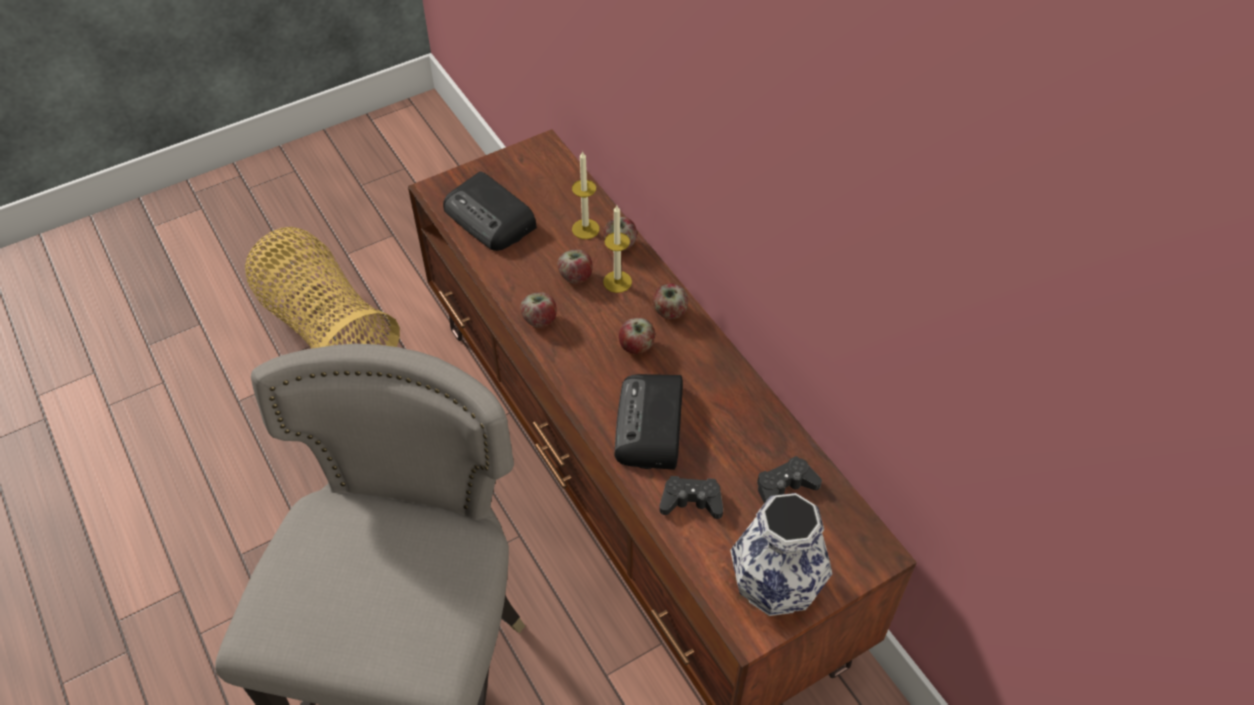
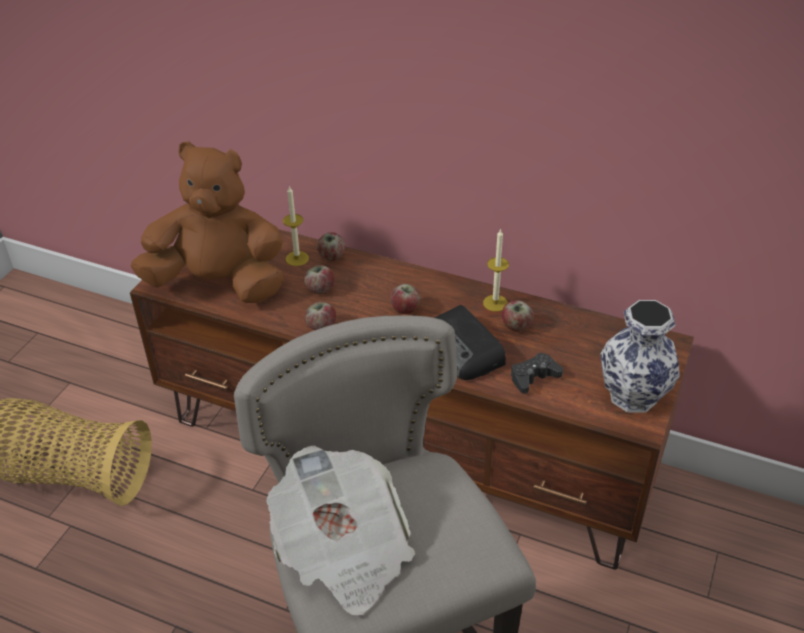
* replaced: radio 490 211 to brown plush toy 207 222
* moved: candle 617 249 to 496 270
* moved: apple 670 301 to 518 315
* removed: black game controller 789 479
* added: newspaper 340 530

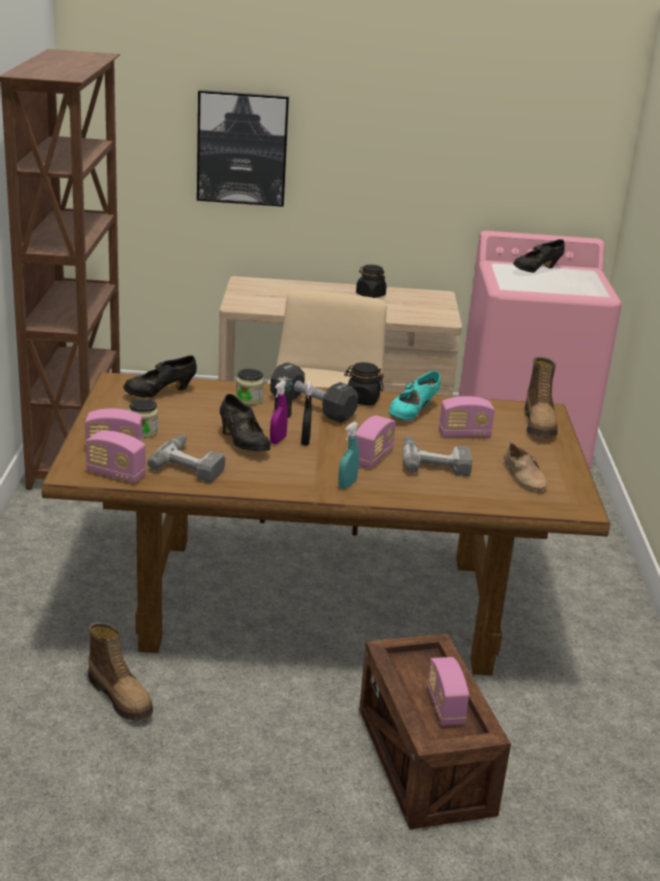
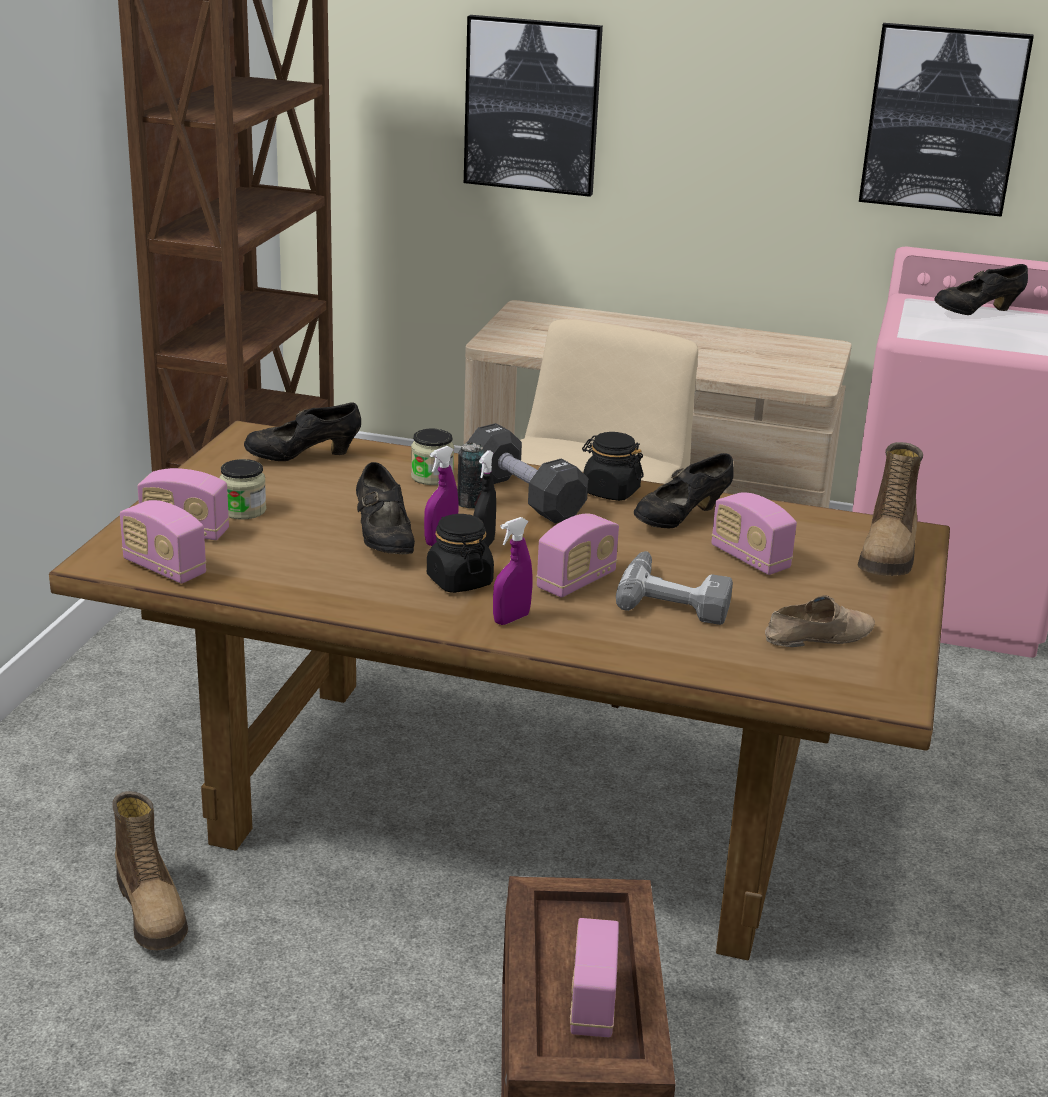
* moved: black jar 371 281 to 460 553
* recoloured: turquoise shoe 414 395 to black shoe 684 490
* turned: radio 467 416 = 754 533 45 degrees clockwise
* recoloured: turquoise spray bottle 348 455 to purple spray bottle 513 571
* removed: power drill 186 459
* turned: beige shoe 525 466 = 820 621 105 degrees counterclockwise
* added: picture 946 120

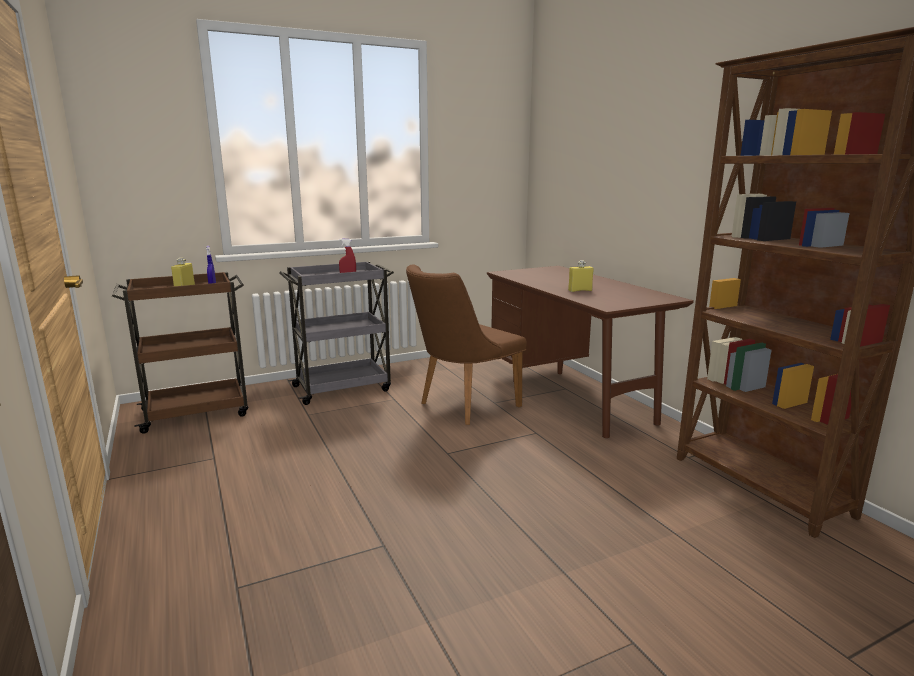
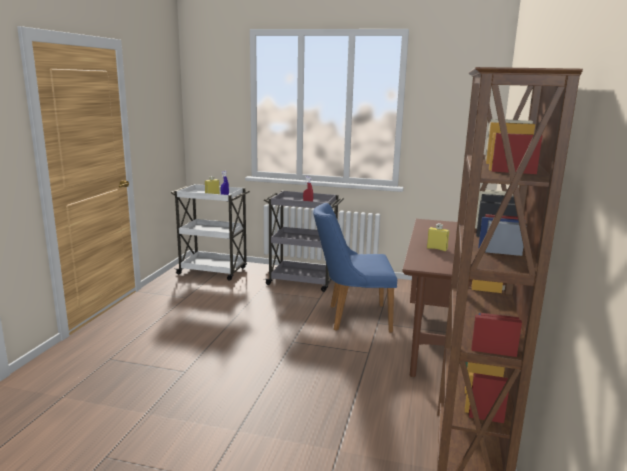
* recoloured: brown chair 466 345 to blue chair 355 267
* recoloured: brown cart 180 353 to white cart 210 232

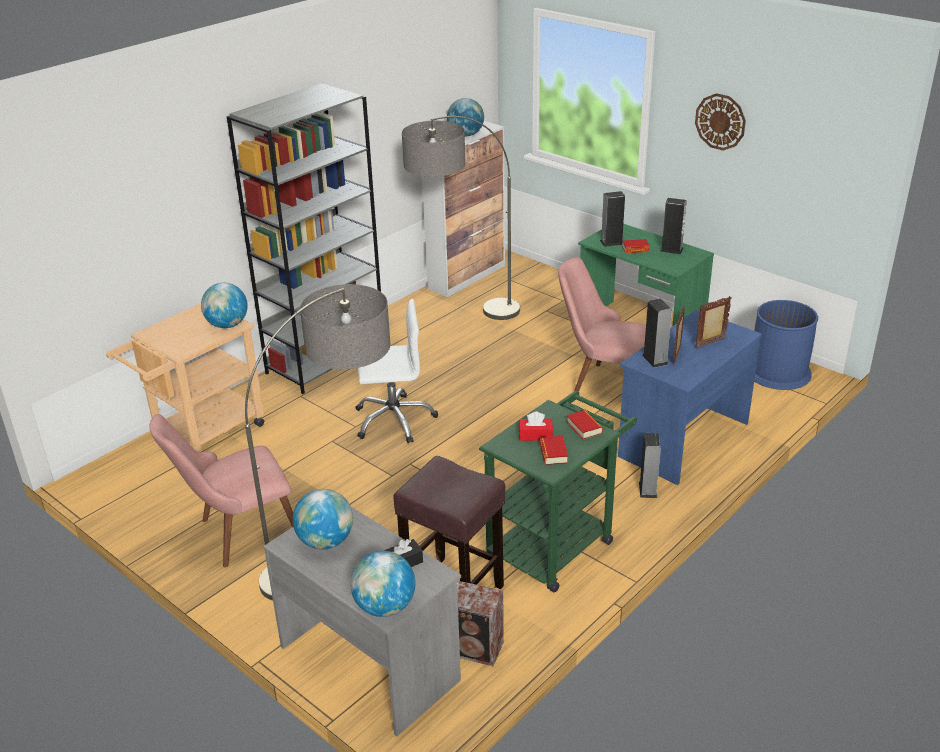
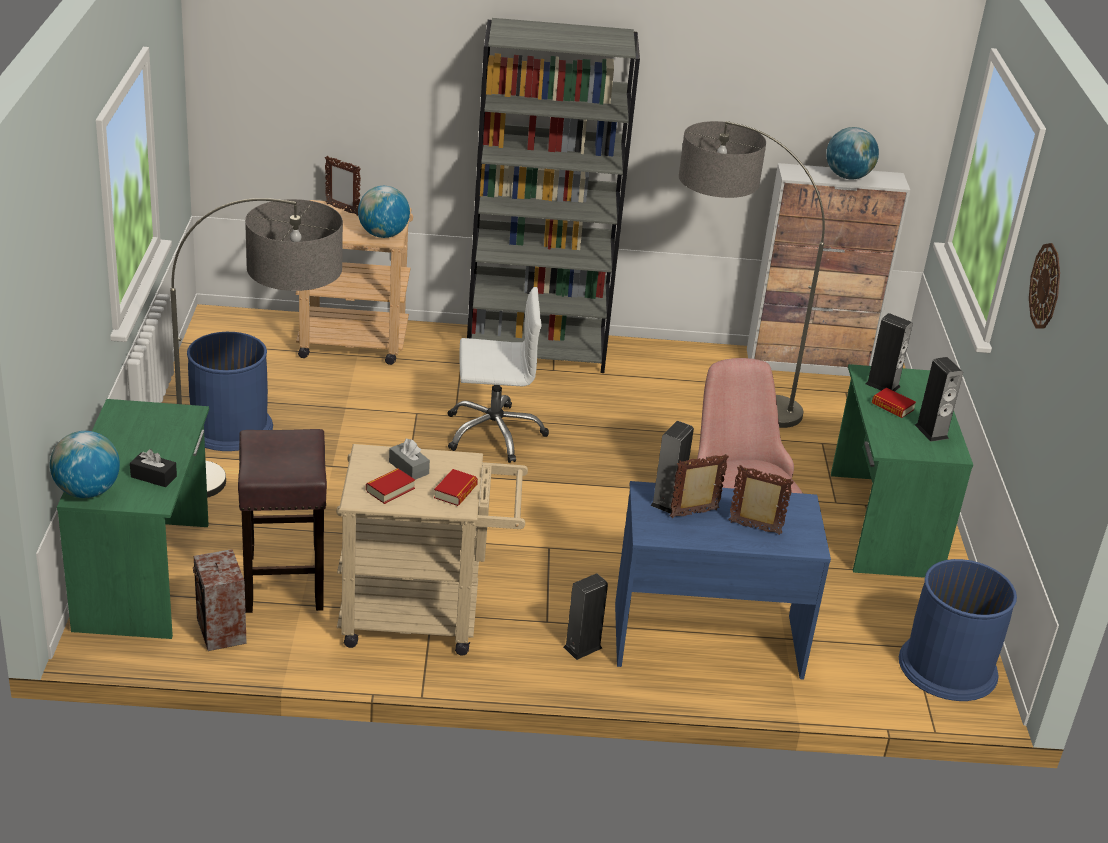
* turned: white office chair 396 371 = 498 375 45 degrees counterclockwise
* recoloured: green cart 558 491 to beige cart 432 550
* recoloured: red tissue box 536 426 to grey tissue box 409 459
* replaced: pink chair 221 490 to blue trash can 230 391
* removed: globe 323 519
* recoloured: grey desk 362 621 to green desk 133 519
* added: picture frame 343 186

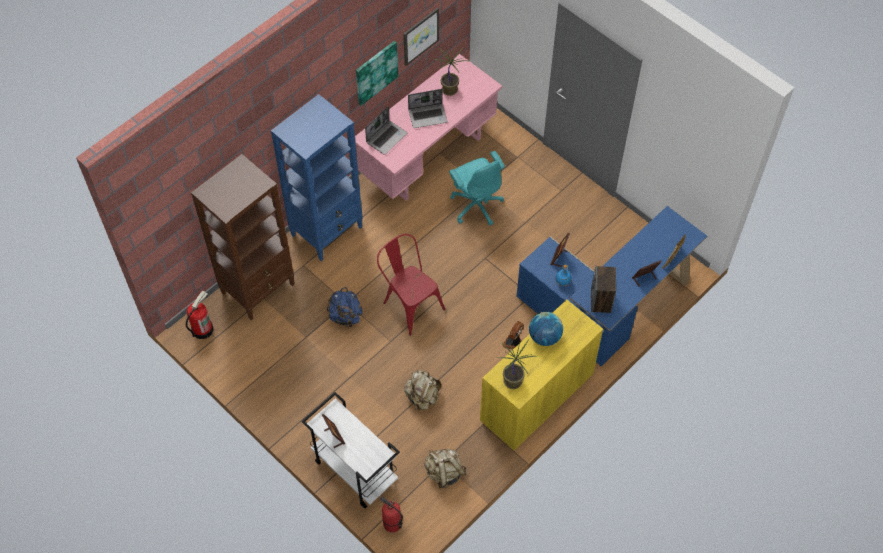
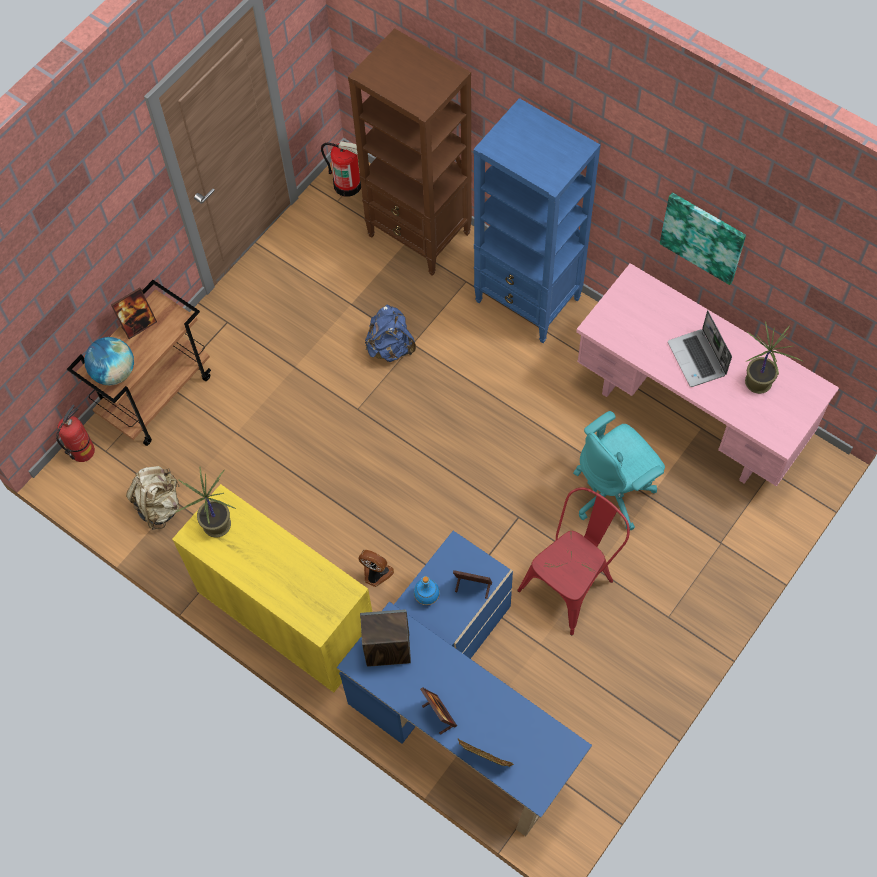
* removed: picture 421 36
* removed: laptop 386 130
* moved: red chair 411 284 to 573 561
* moved: globe 546 329 to 109 361
* removed: beige backpack 422 390
* recoloured: white cart 351 450 to brown cart 139 363

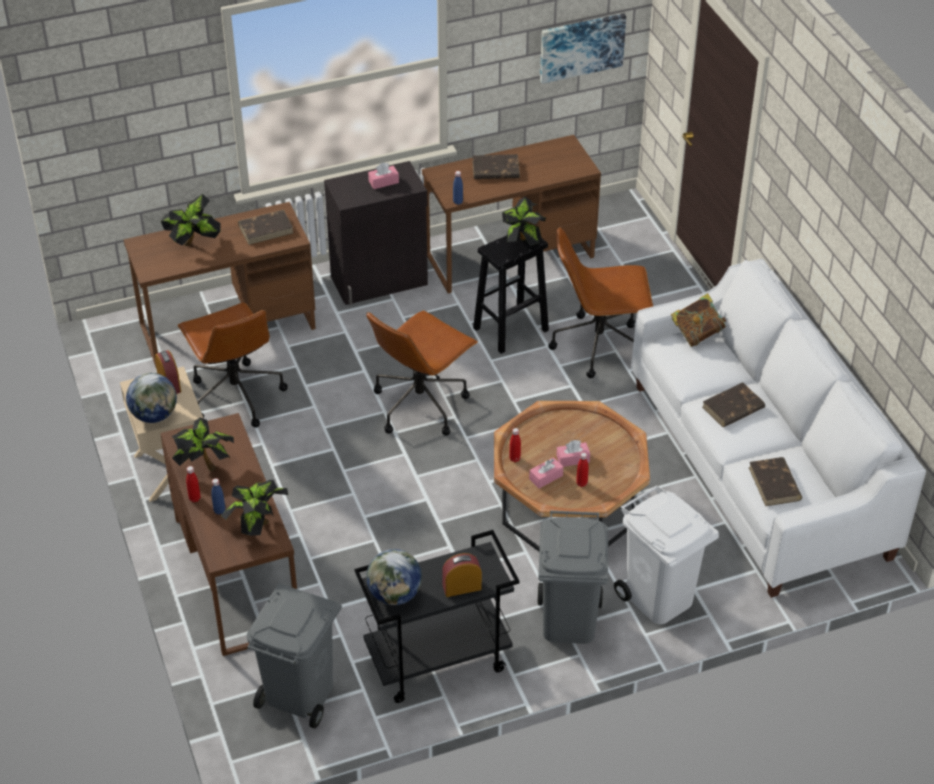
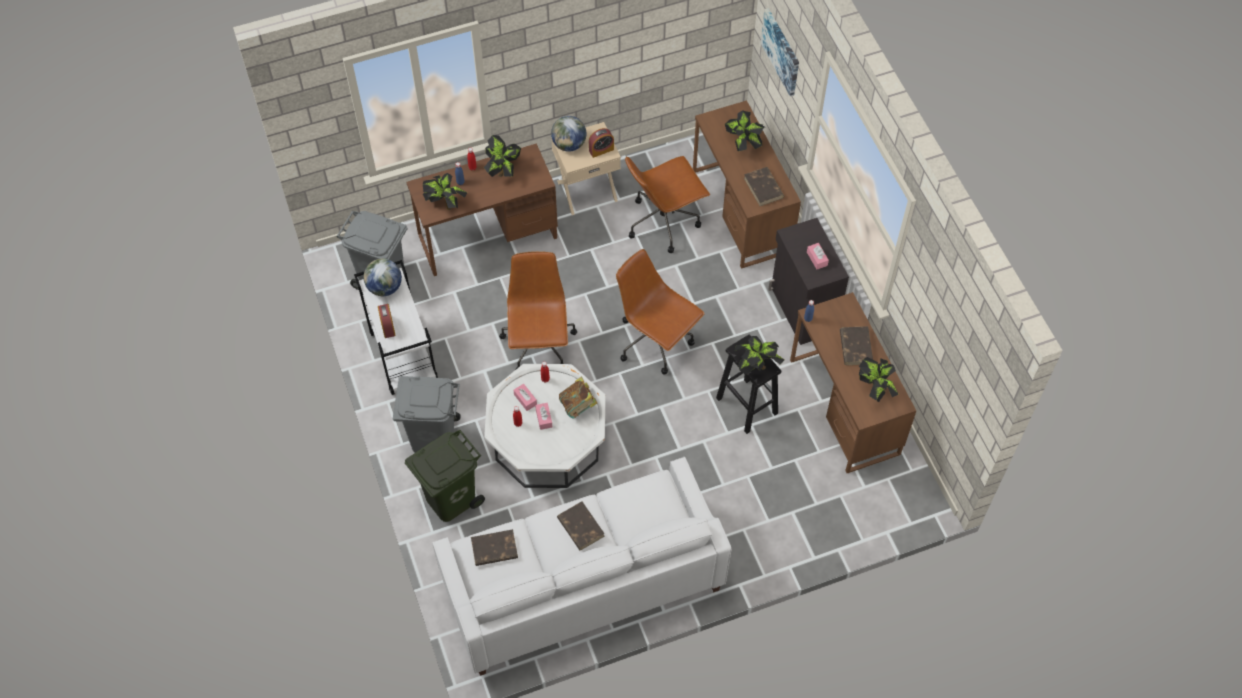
* moved: picture 583 48 to 780 52
* moved: brown office chair 600 302 to 538 310
* moved: book 698 320 to 578 398
* recoloured: brown coffee table 572 476 to white coffee table 545 426
* recoloured: white trash can 666 554 to green trash can 445 476
* recoloured: black cart 437 616 to white cart 396 327
* added: potted plant 879 379

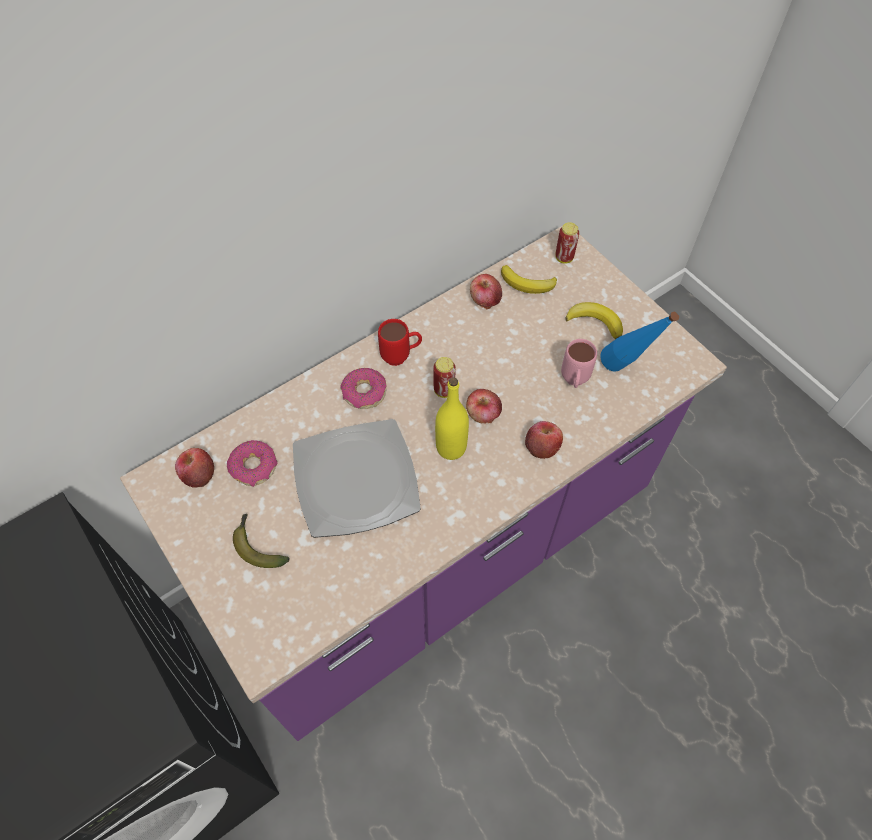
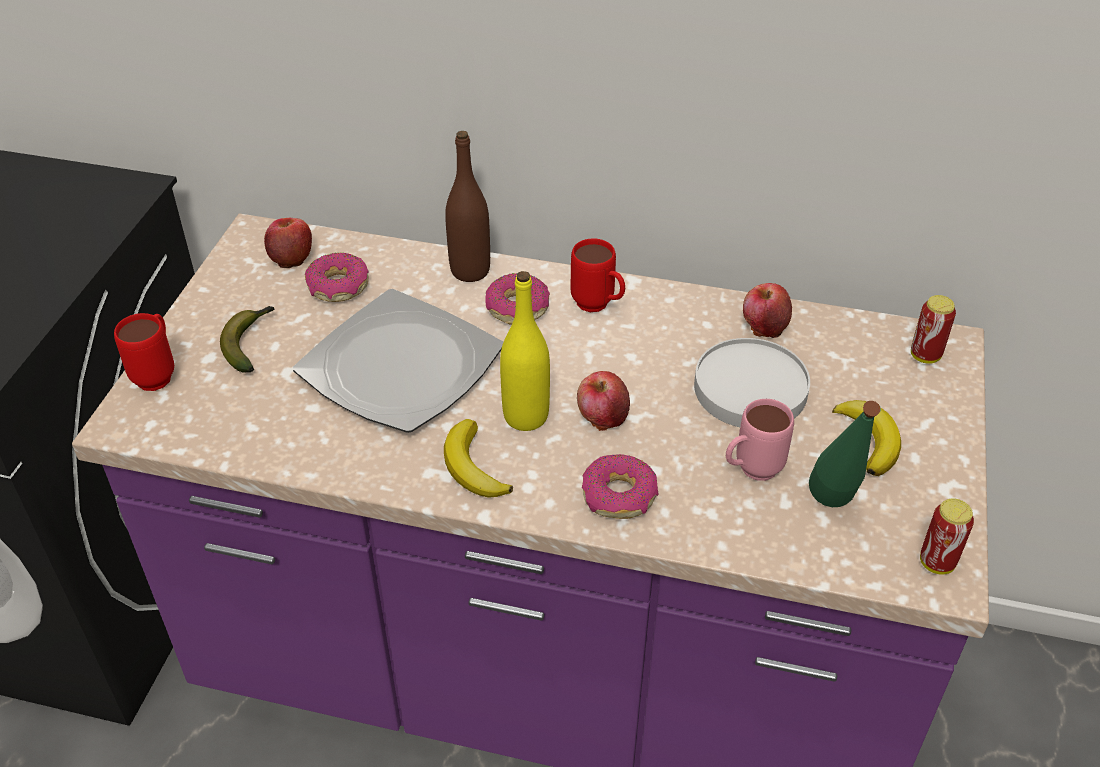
* moved: banana 529 279 to 478 458
* recoloured: blue bottle 639 342 to green bottle 845 454
* moved: can 444 377 to 947 537
* replaced: apple 544 440 to donut 620 486
* added: brown bottle 467 206
* added: red mug 144 352
* added: white plate 752 382

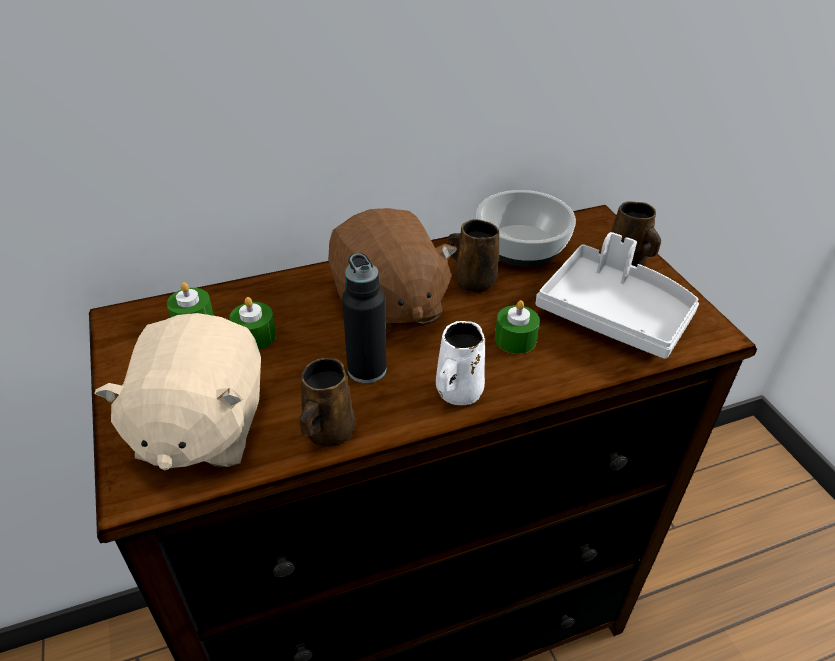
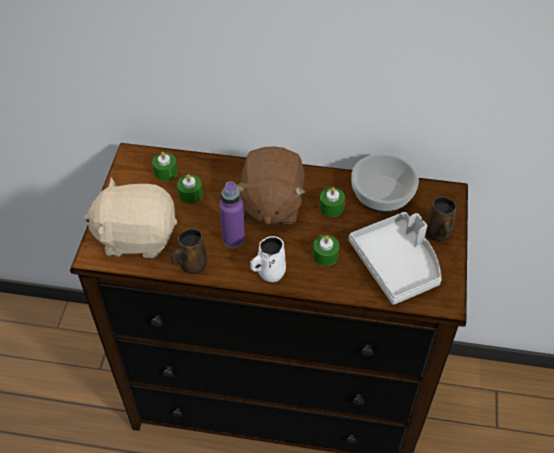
* replaced: brown mug 473 256 to green candle 332 202
* recoloured: black bottle 364 318 to purple bottle 232 214
* turned: beige plush toy 177 392 = 130 218 60 degrees clockwise

